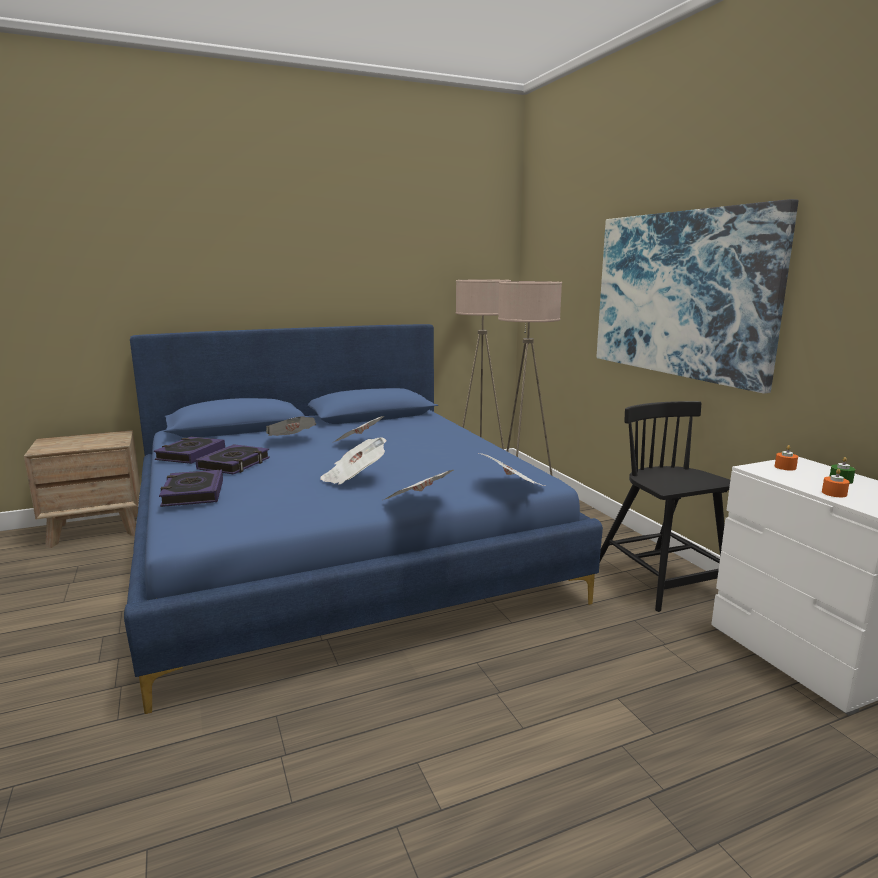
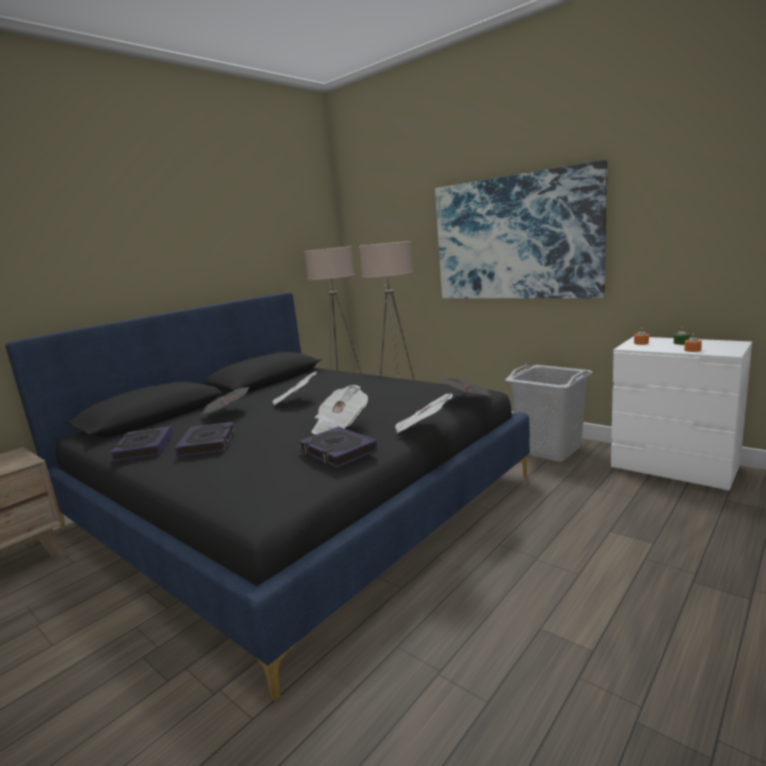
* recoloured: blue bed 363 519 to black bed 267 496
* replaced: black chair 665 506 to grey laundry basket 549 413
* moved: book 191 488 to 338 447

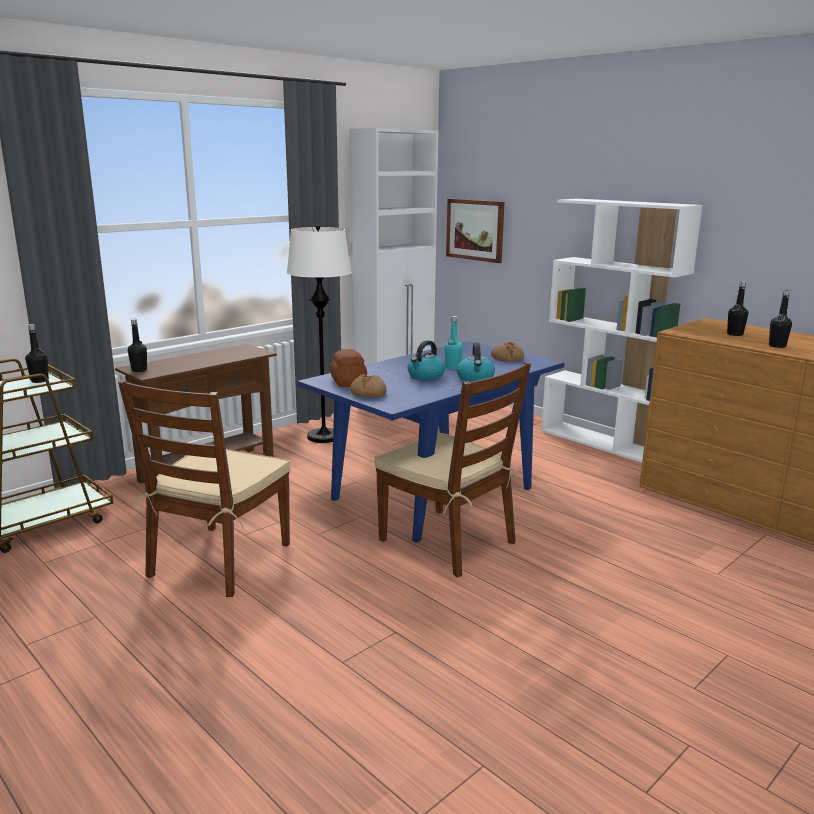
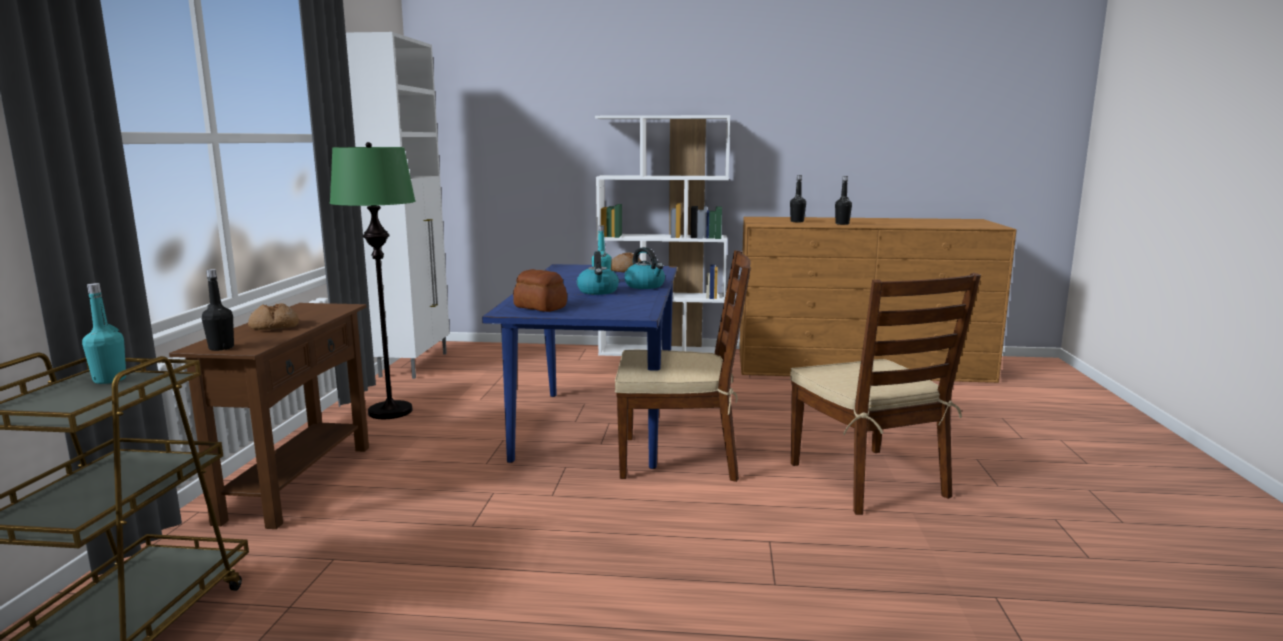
* removed: picture 475 231
* recoloured: white floor lamp 319 334 to green floor lamp 373 280
* recoloured: black bottle 37 353 to turquoise bottle 104 333
* moved: bread 368 386 to 273 316
* moved: brown chair 204 488 to 885 394

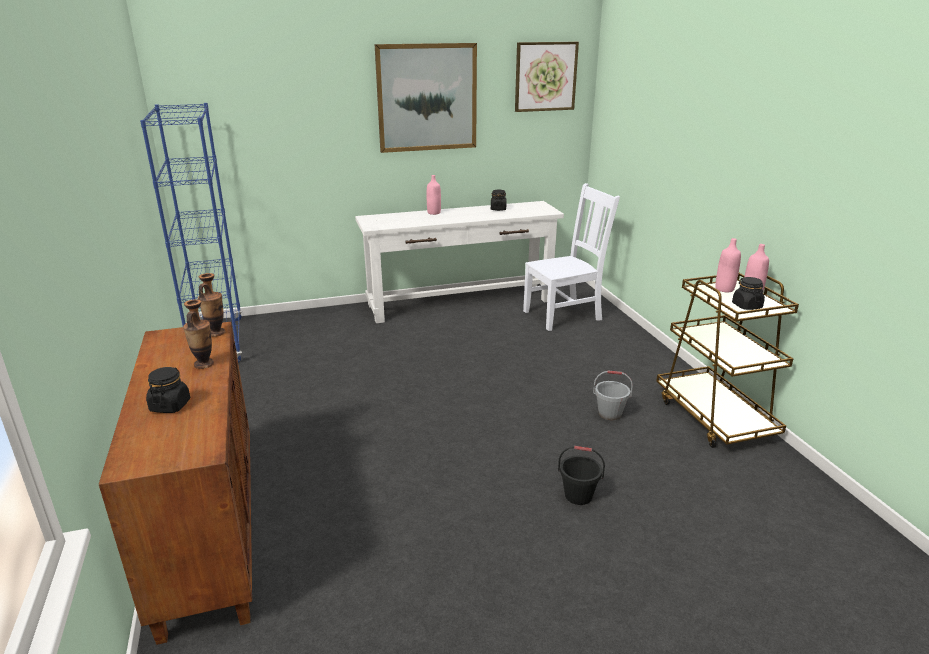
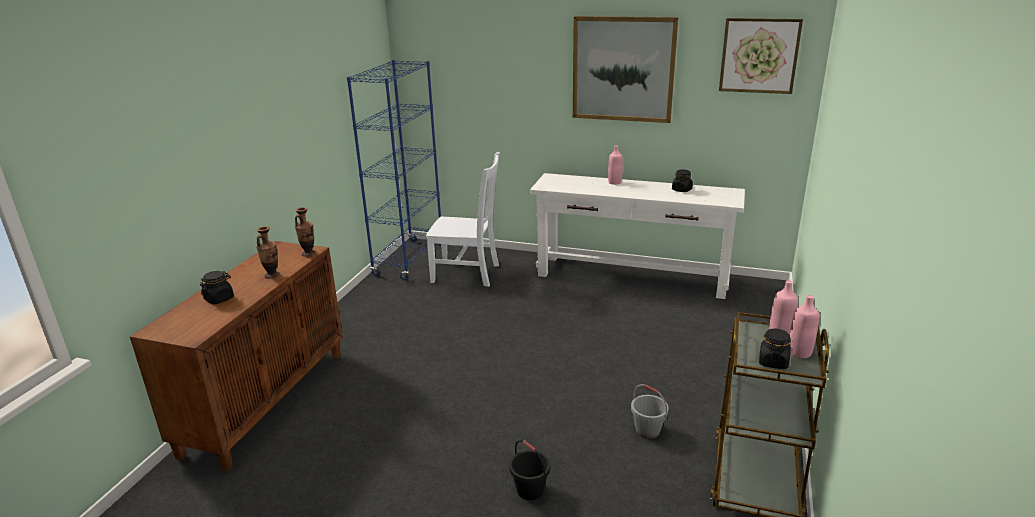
* moved: white chair 571 257 to 463 219

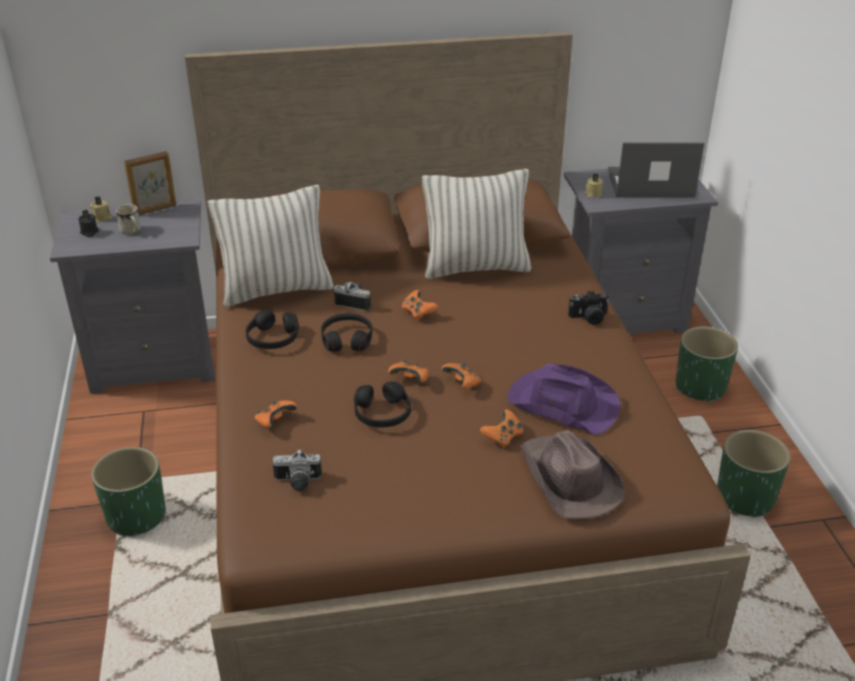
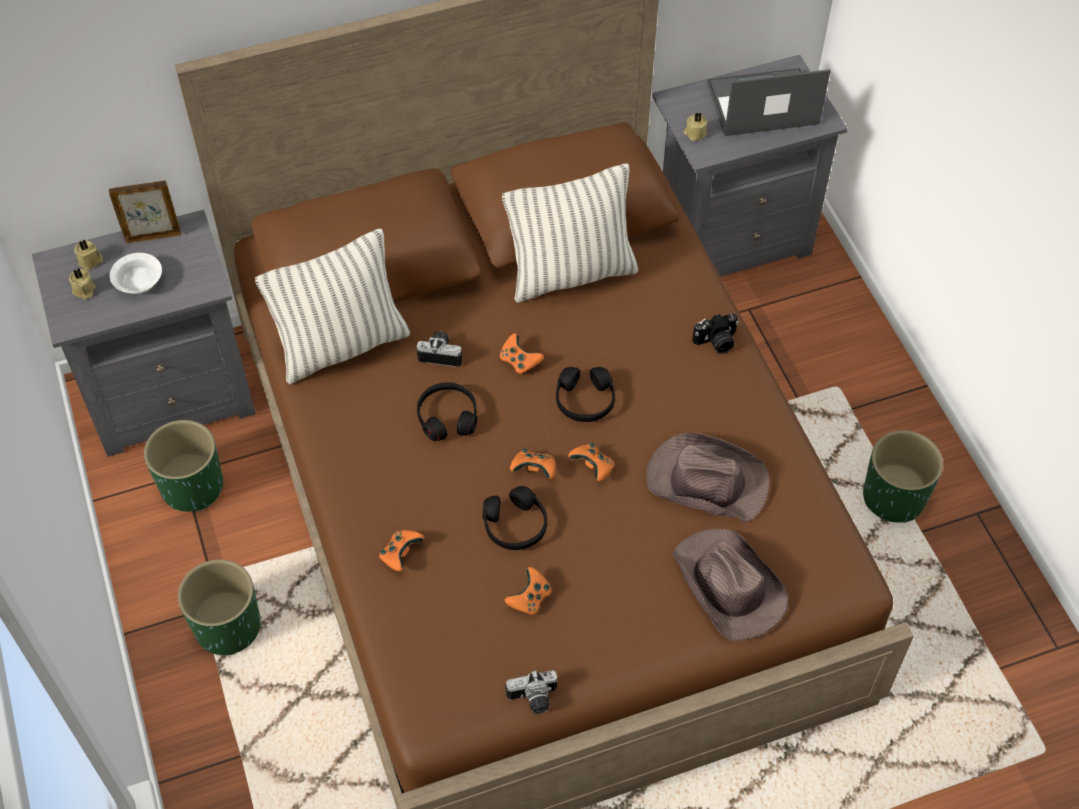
* turned: picture frame 150 183 = 145 212 150 degrees counterclockwise
* replaced: white mug 128 219 to white bowl 136 273
* recoloured: black candle 88 223 to beige candle 82 284
* moved: black headphones 272 329 to 585 394
* moved: green planter 707 364 to 183 466
* recoloured: purple hat 564 399 to brown hat 708 477
* moved: orange game controller 501 428 to 528 591
* moved: photo camera 297 470 to 531 692

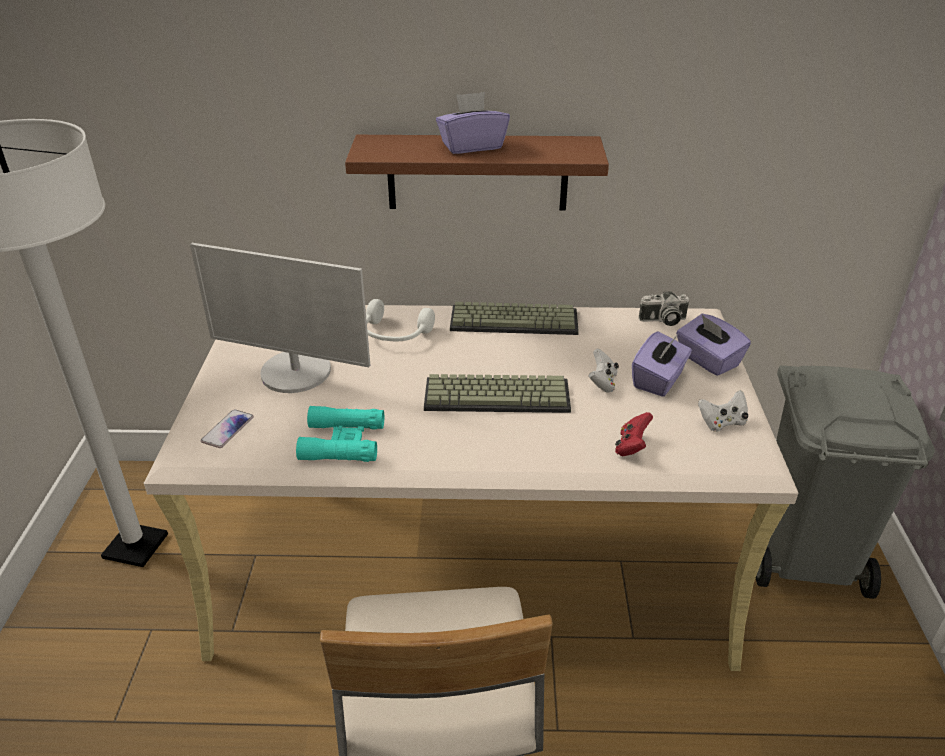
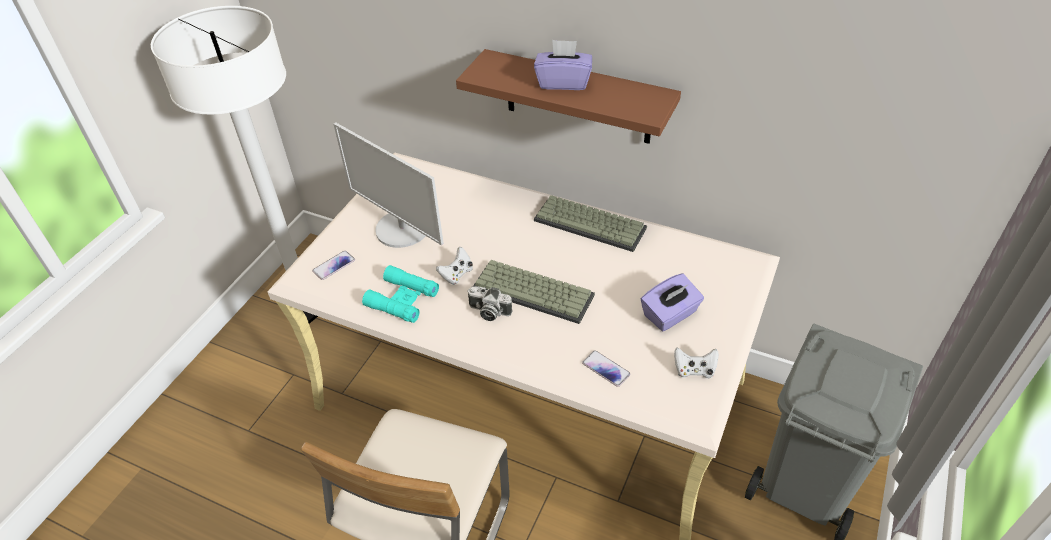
* moved: photo camera 664 308 to 490 303
* removed: white headphones 400 320
* removed: purple tissue box 713 345
* moved: white game controller 604 371 to 454 266
* replaced: red game controller 634 434 to phone 606 368

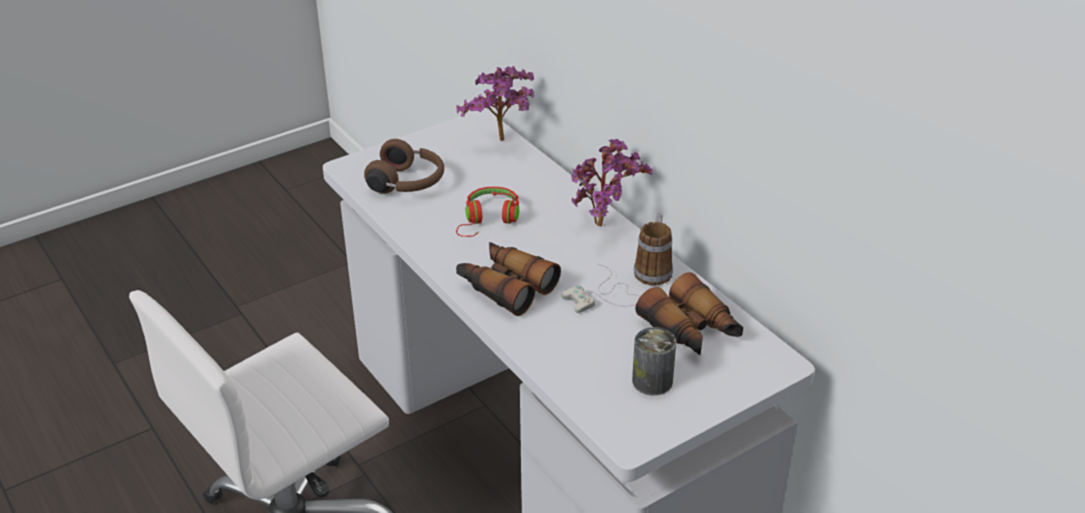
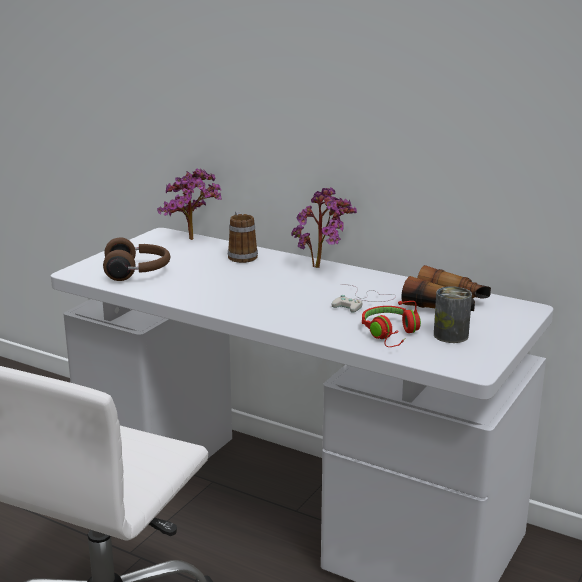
* moved: red headphones 487 212 to 391 324
* moved: mug 653 249 to 243 237
* removed: binoculars 508 279

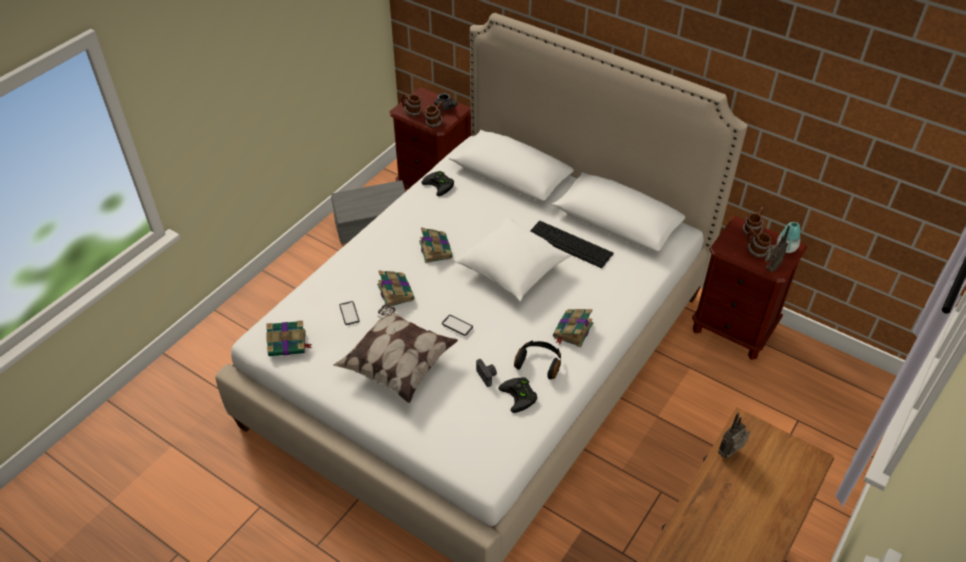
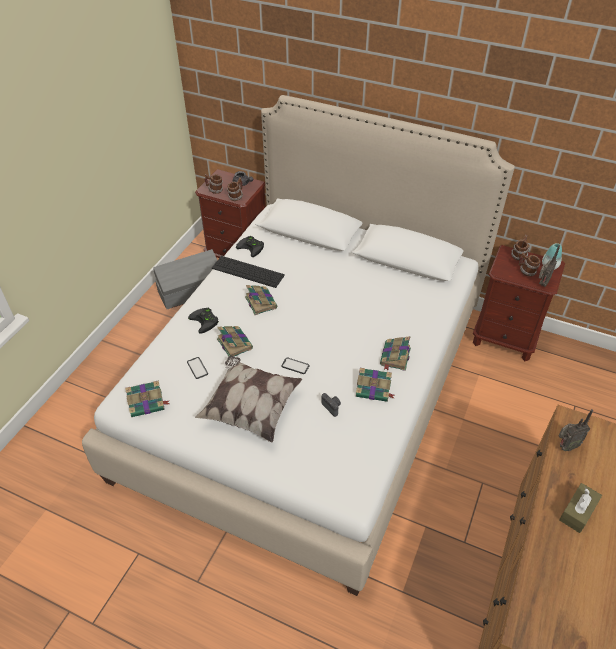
* removed: white pillow 513 259
* moved: keyboard 572 244 to 248 272
* replaced: black headphones 537 359 to book 375 385
* moved: black game controller 517 395 to 203 321
* turned: radio 734 436 = 576 430 150 degrees counterclockwise
* added: brown tissue box 580 508

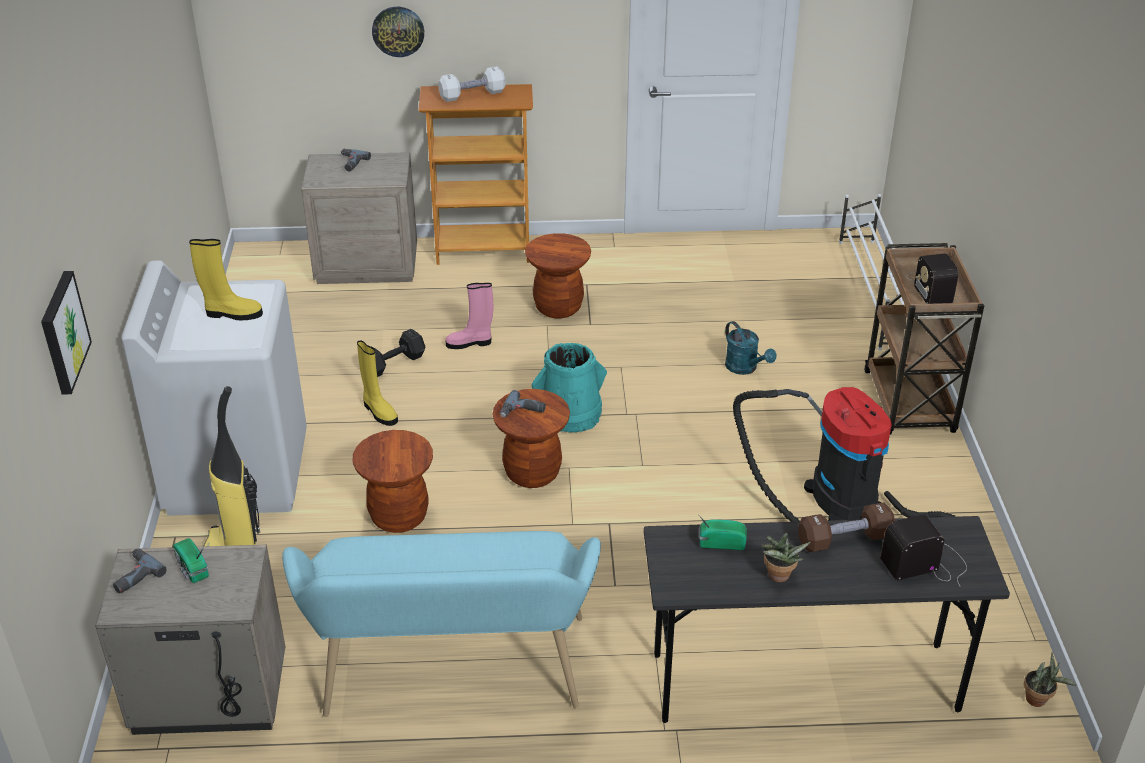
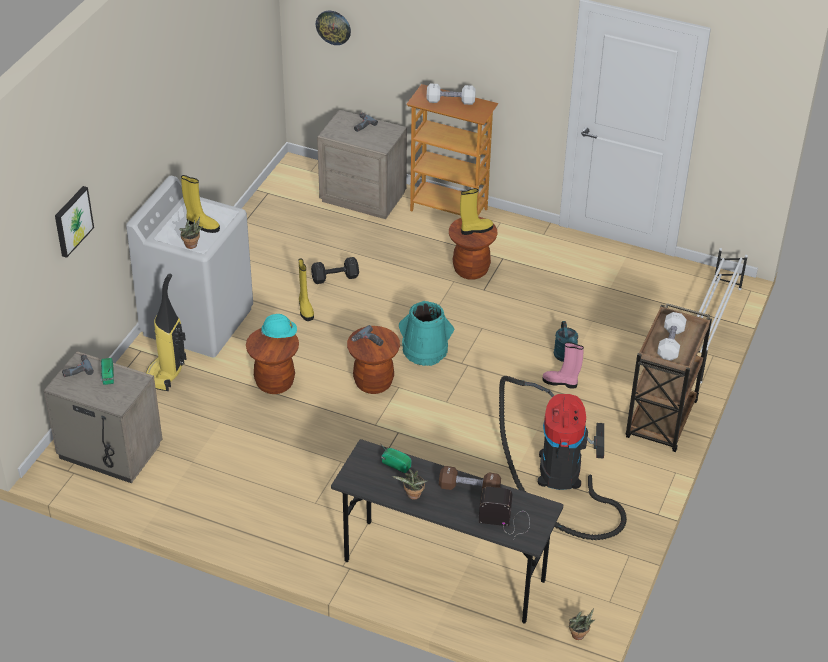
* moved: wall clock 398 32 to 333 28
* replaced: radio 932 278 to white dumbbell 672 336
* moved: pink boot 469 316 to 563 365
* removed: turquoise bench 441 624
* added: yellow boot 476 211
* added: potted plant 191 233
* added: turquoise hard hat 279 326

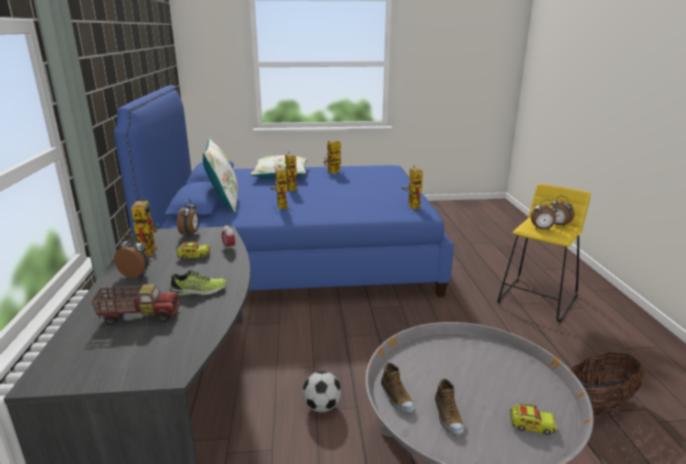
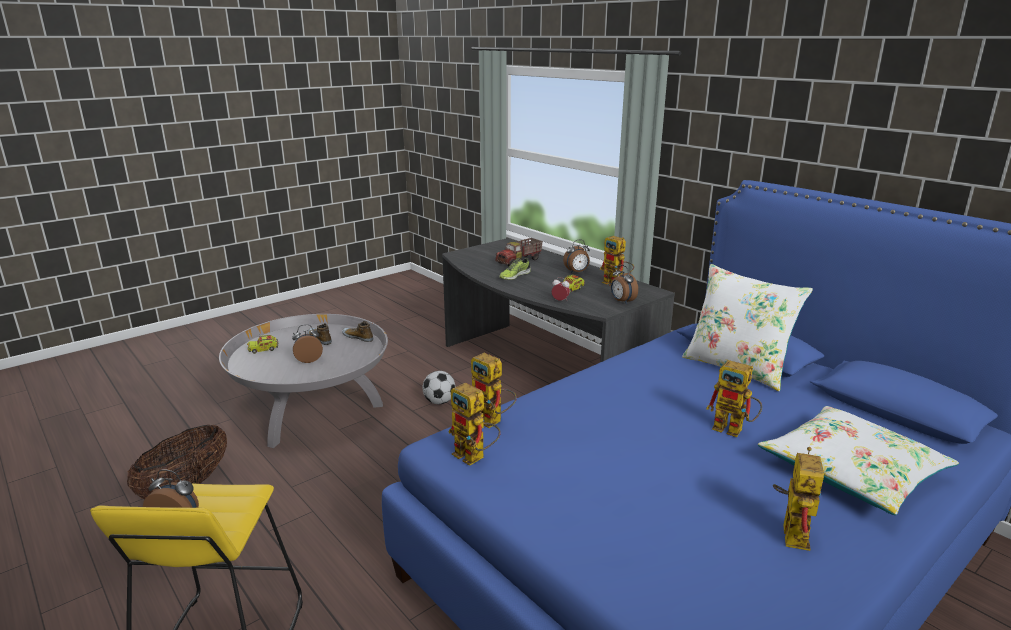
* moved: toy robot 279 187 to 494 390
* moved: alarm clock 544 215 to 307 343

